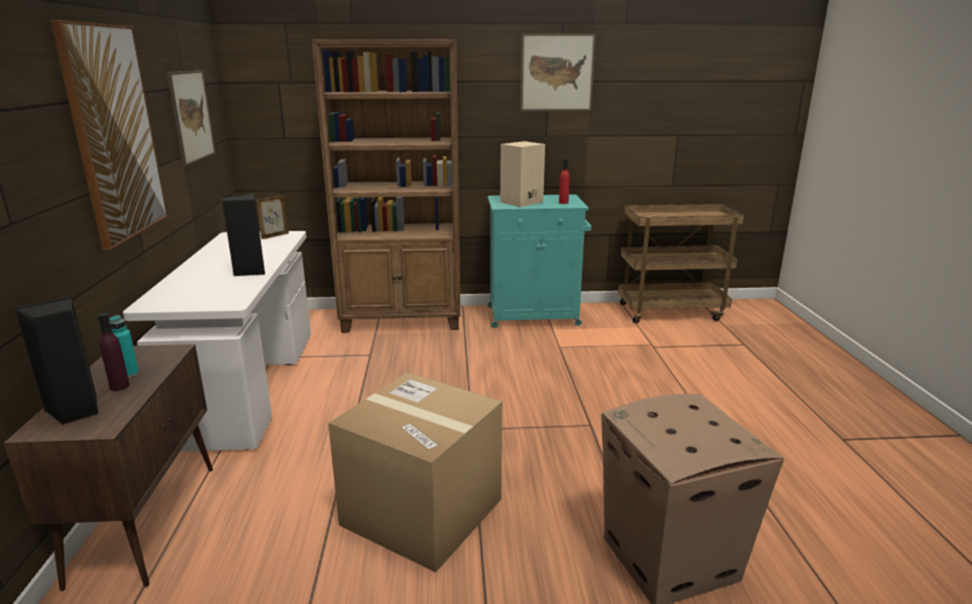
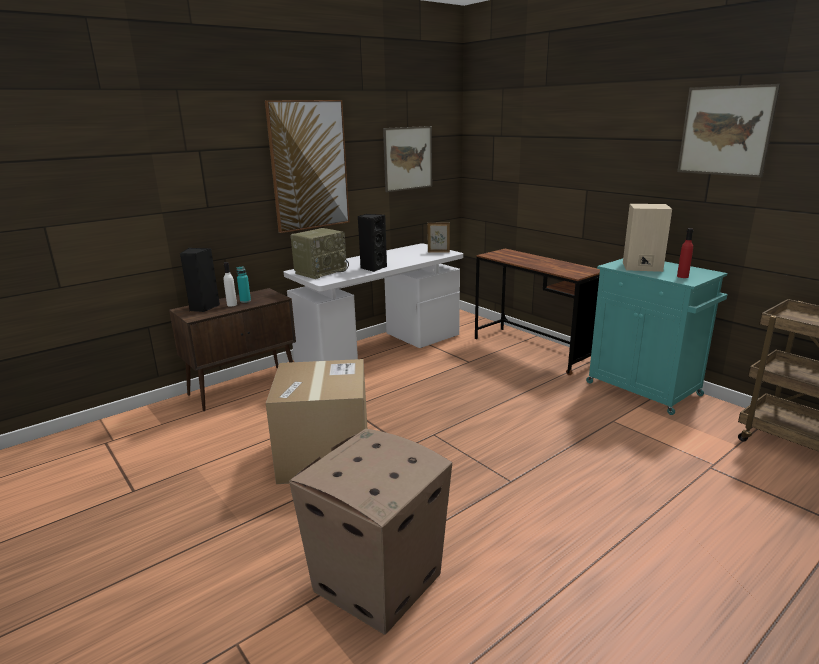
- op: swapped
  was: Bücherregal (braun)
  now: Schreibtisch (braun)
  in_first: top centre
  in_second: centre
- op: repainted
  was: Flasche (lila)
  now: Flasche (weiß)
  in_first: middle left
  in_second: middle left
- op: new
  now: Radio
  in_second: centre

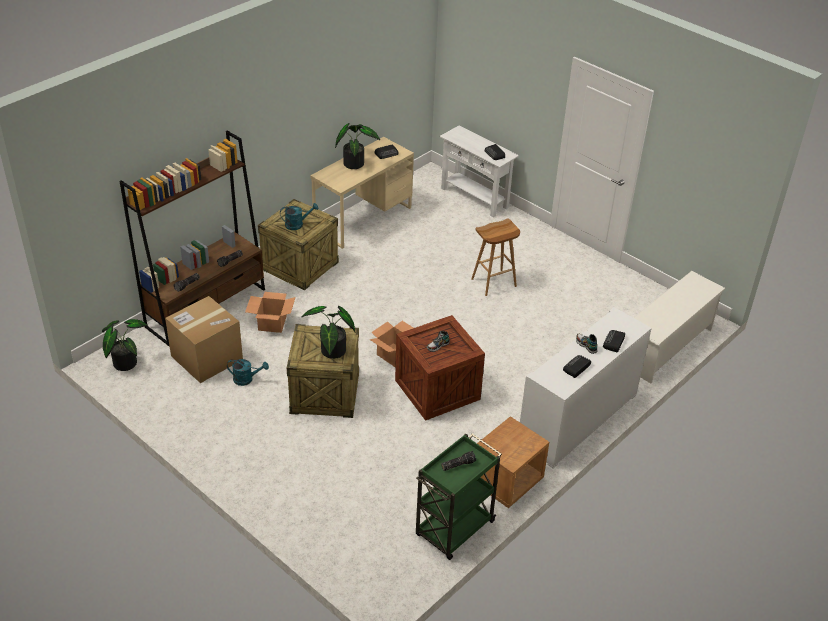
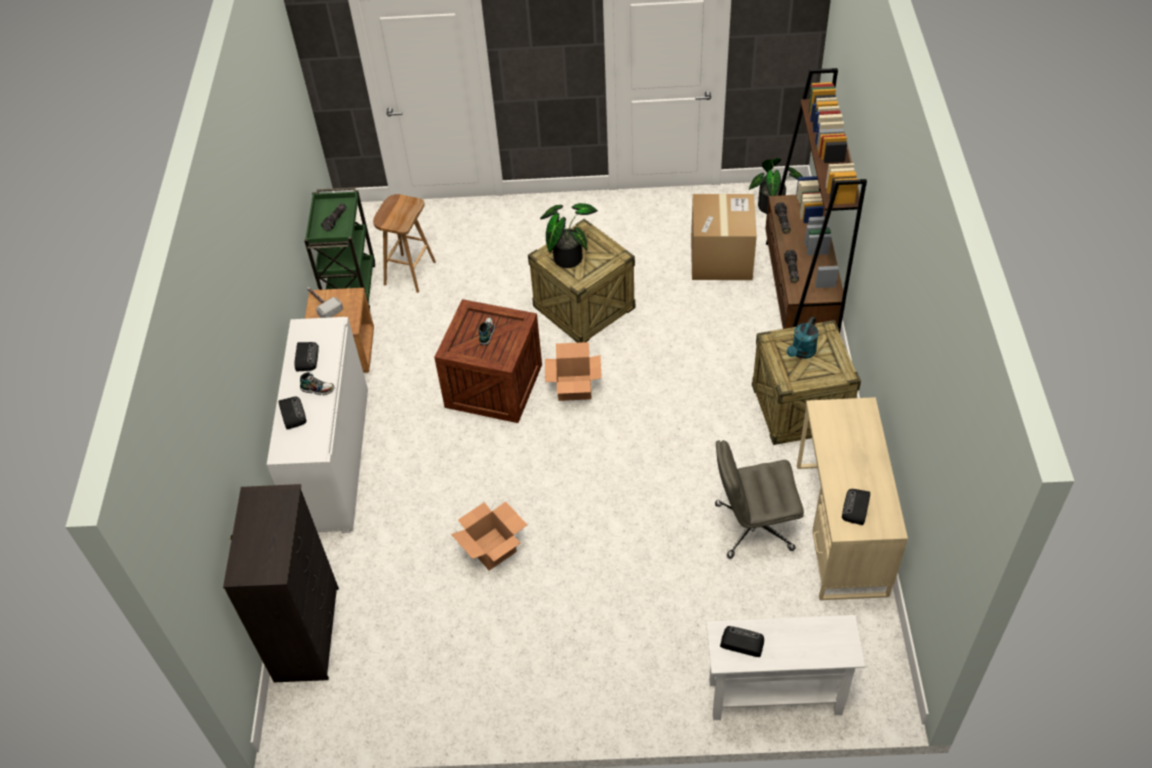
- op: gone
  was: Topfpflanze (no. 3 from left)
  in_first: top centre
- op: shifted
  was: Hocker (braun)
  in_first: centre
  in_second: top centre
- op: swapped
  was: Schuhregal (weiß)
  now: Kommode (schwarz)
  in_first: middle right
  in_second: bottom left
- op: shifted
  was: Karton (no. 2 from left in the first image)
  now: Karton (no. 1 from left)
  in_first: middle left
  in_second: bottom centre
- op: gone
  was: Gießkanne (türkis) (no. 1 from left)
  in_first: middle left
- op: new
  now: Hammer
  in_second: middle left
- op: new
  now: Bürostuhl (grau)
  in_second: centre

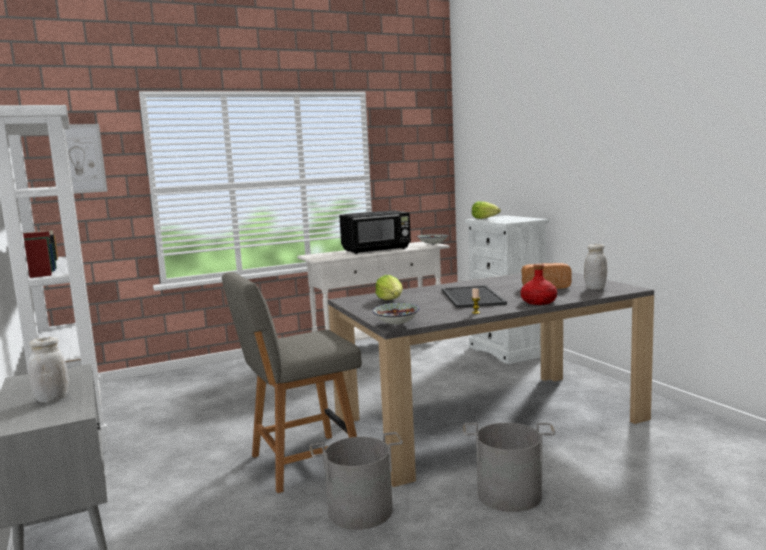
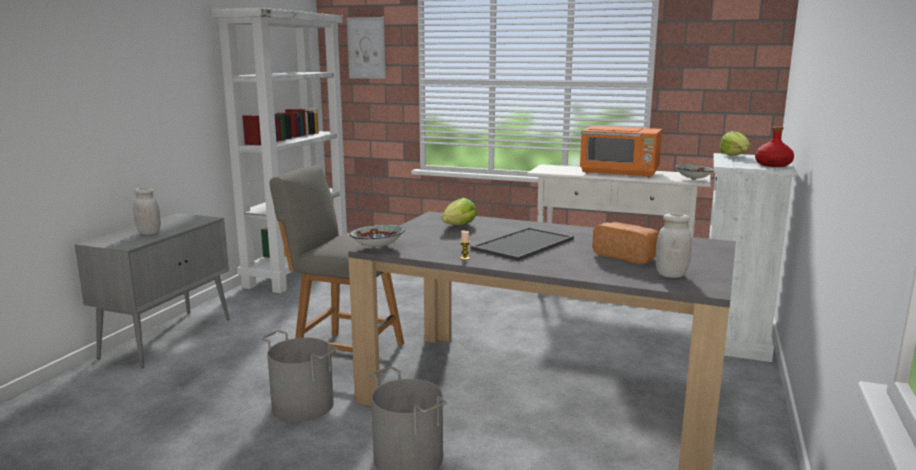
- op: repainted
  was: Mikrowelle (schwarz)
  now: Mikrowelle (orange)
  in_first: centre
  in_second: top right
- op: shifted
  was: Flasche (rot)
  in_first: middle right
  in_second: top right

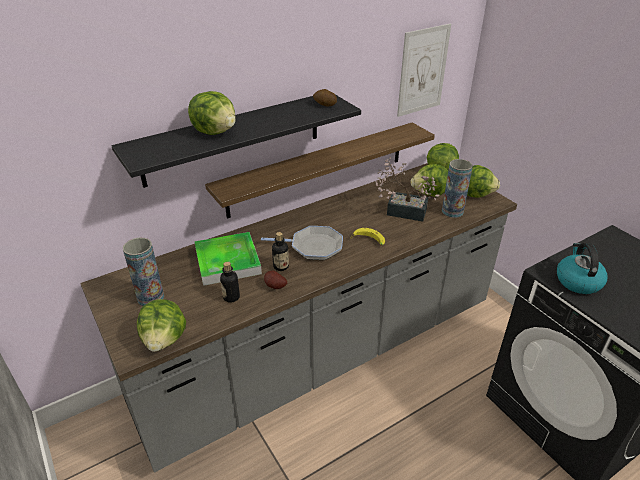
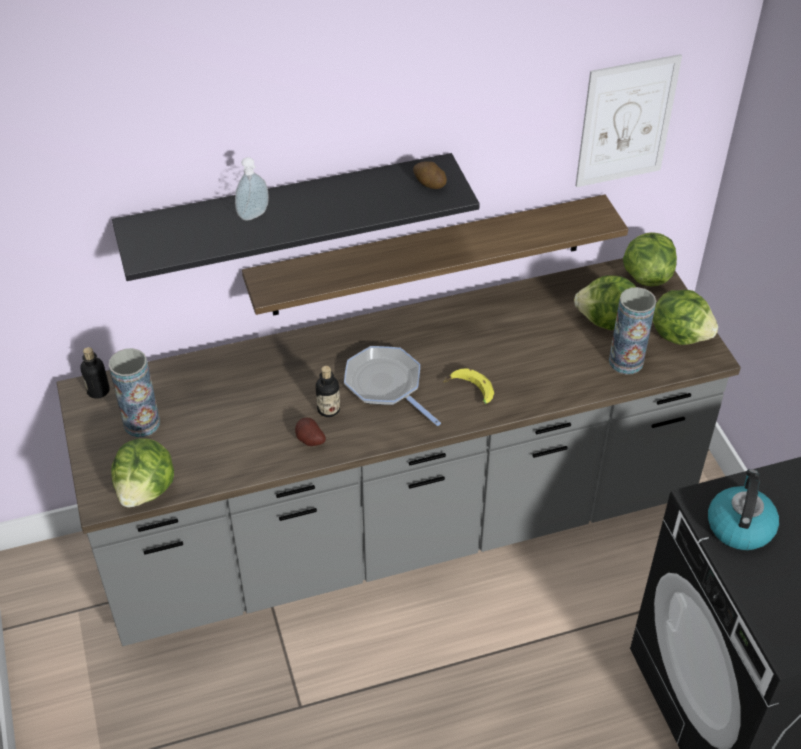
- op: swapped
  was: Salatkopf (no. 2 from left)
  now: Seifenspender
  in_first: top left
  in_second: top left
- op: gone
  was: Topfpflanze
  in_first: centre
- op: rotated
  was: Pfanne
  in_first: centre
  in_second: centre
  clockwise: -150
- op: gone
  was: Tablett
  in_first: centre
- op: shifted
  was: Flasche (no. 1 from left)
  in_first: centre
  in_second: middle left

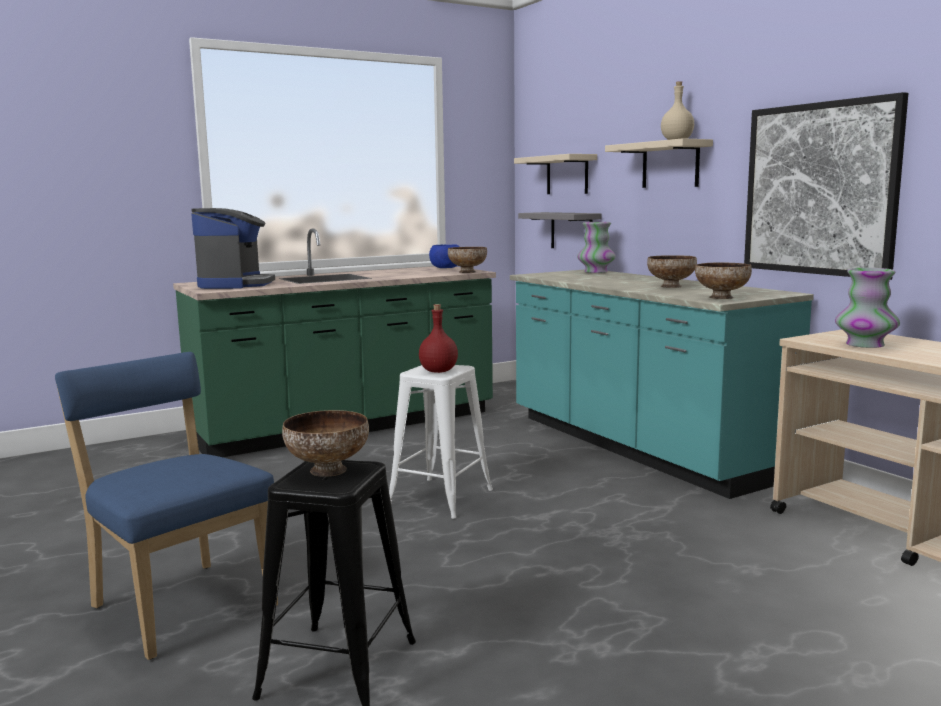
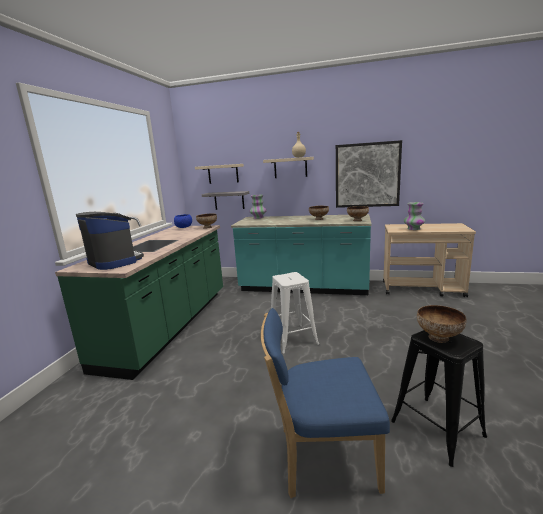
- op: gone
  was: Flasche (rot)
  in_first: centre

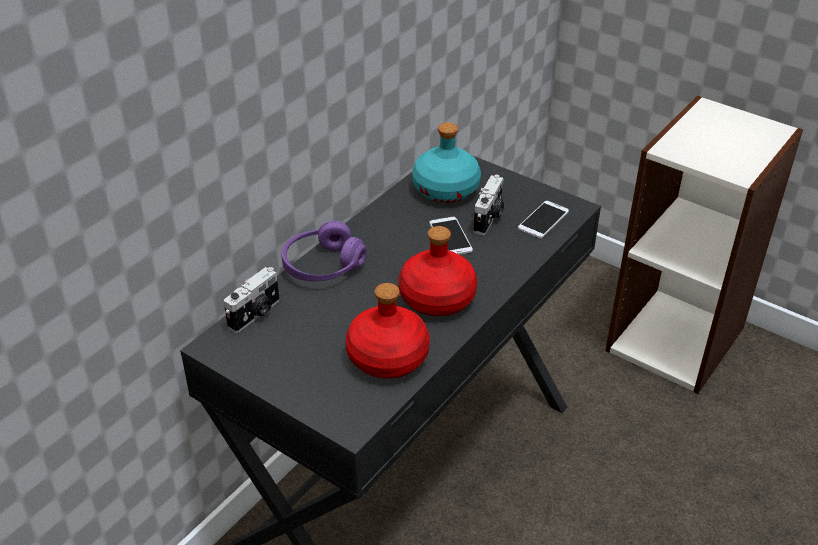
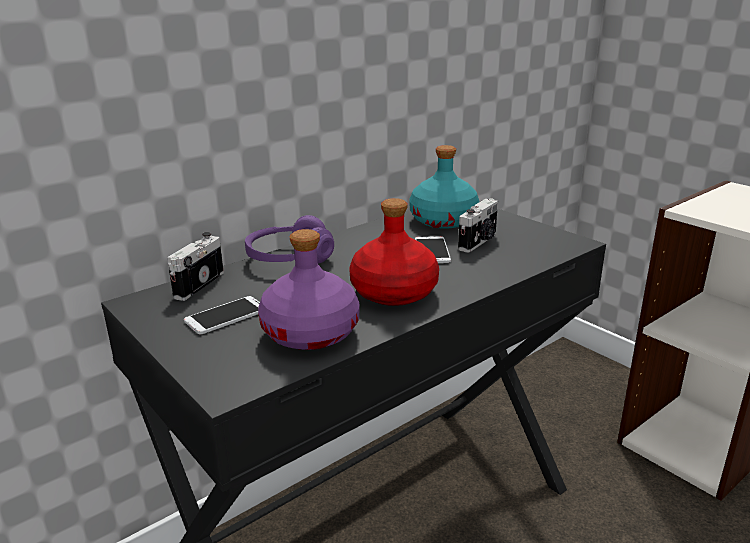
- op: shifted
  was: Handy (no. 2 from left in the first image)
  now: Handy (no. 1 from left)
  in_first: centre
  in_second: middle left
- op: rotated
  was: Kamera (no. 1 from left)
  in_first: middle left
  in_second: middle left
  clockwise: 150
- op: repainted
  was: Flasche (rot) (no. 1 from left)
  now: Flasche (lila)
  in_first: centre
  in_second: centre

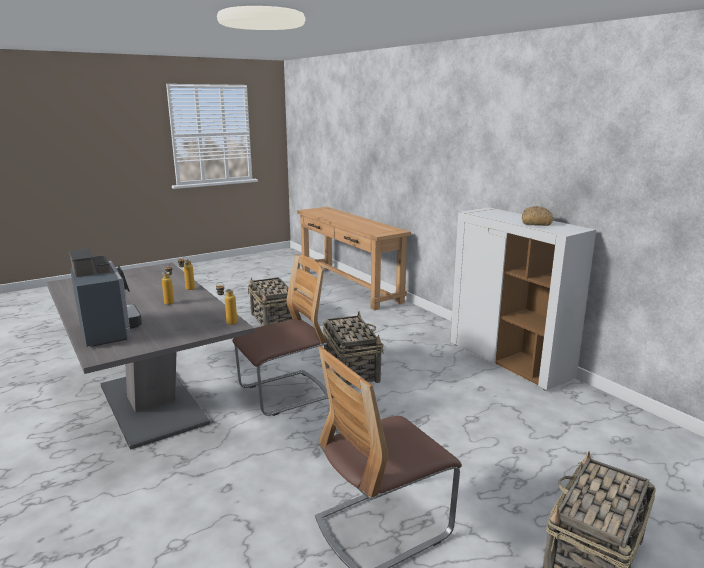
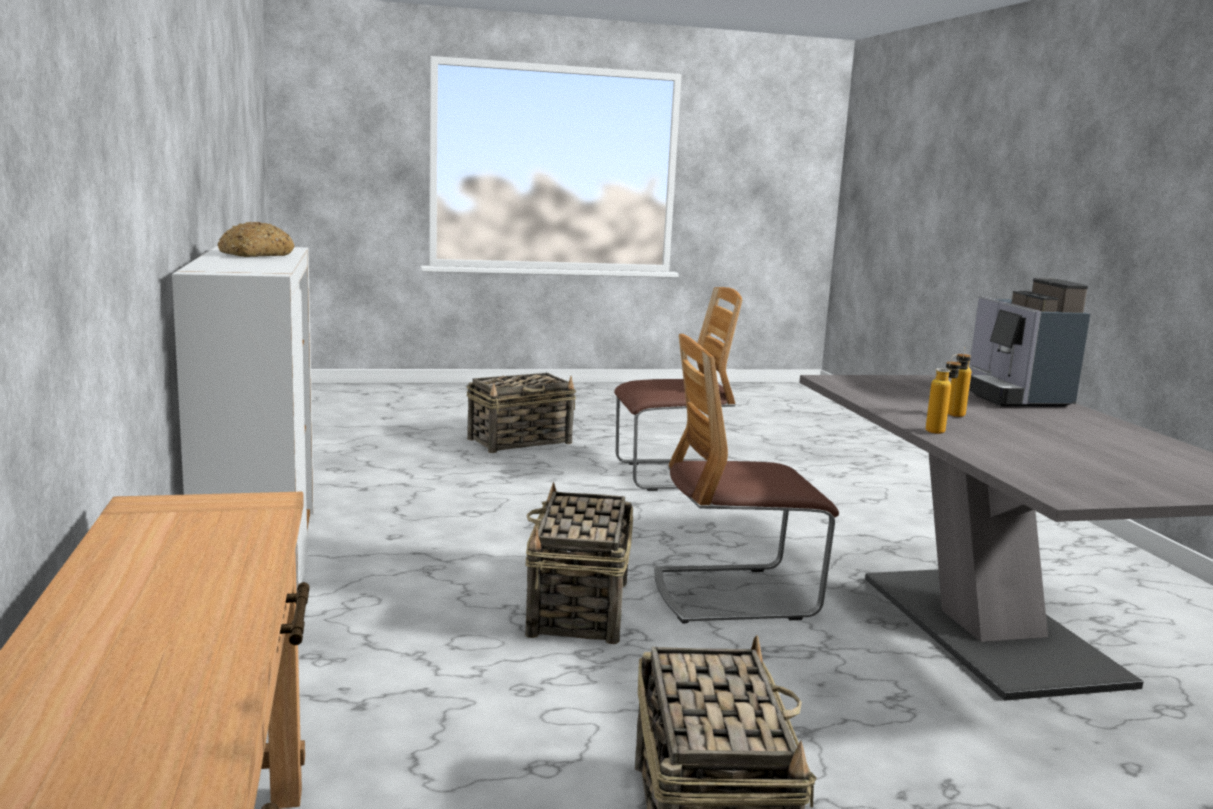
- op: gone
  was: Flasche (no. 3 from left)
  in_first: middle left

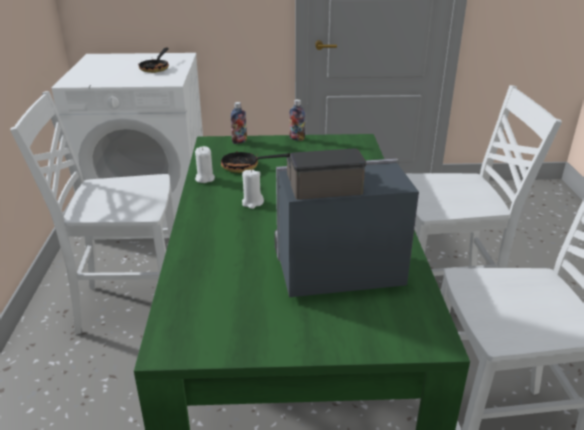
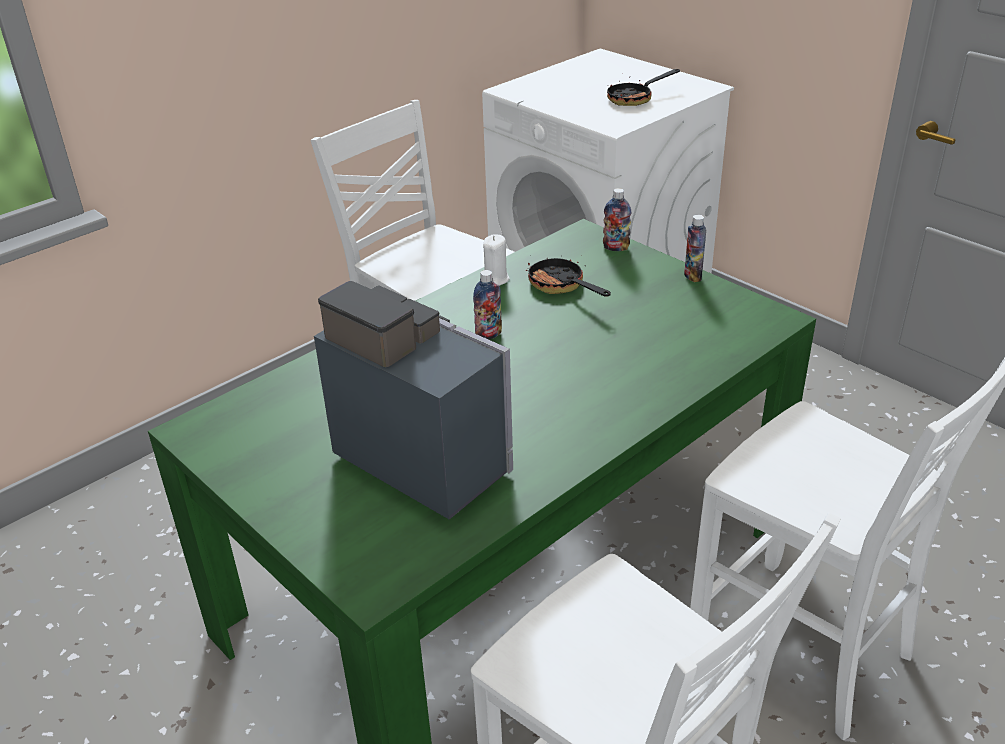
- op: swapped
  was: Kerze (weiß) (no. 2 from left)
  now: Flasche (no. 1 from left)
  in_first: centre
  in_second: centre

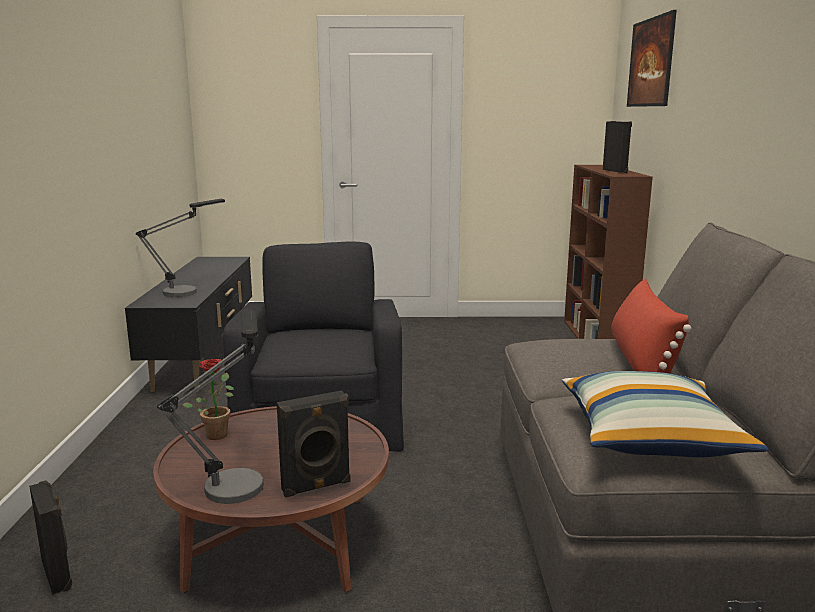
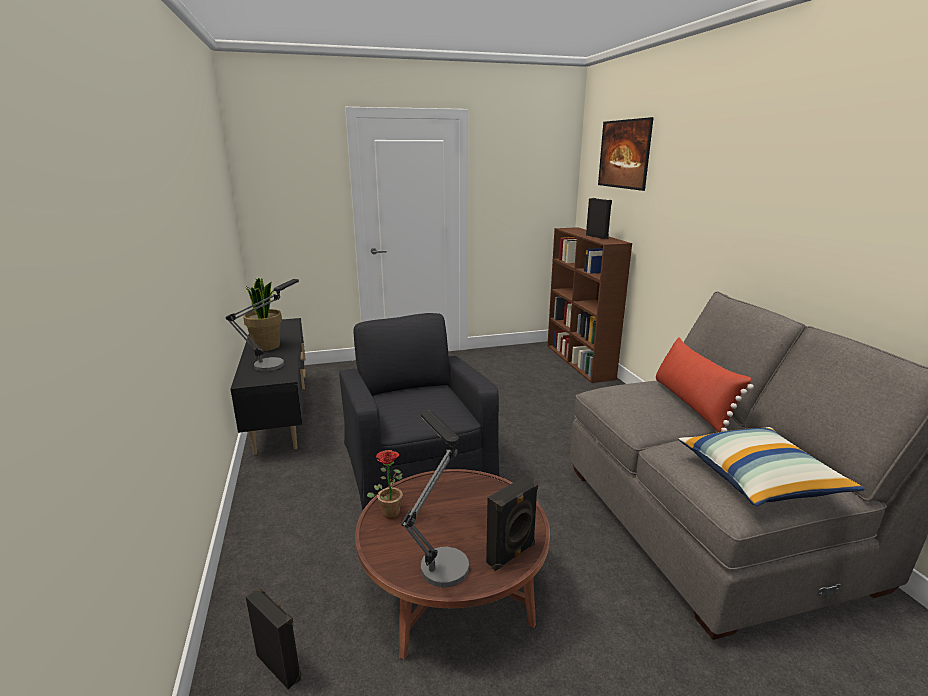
- op: new
  now: Topfpflanze (no. 1 from left)
  in_second: middle left

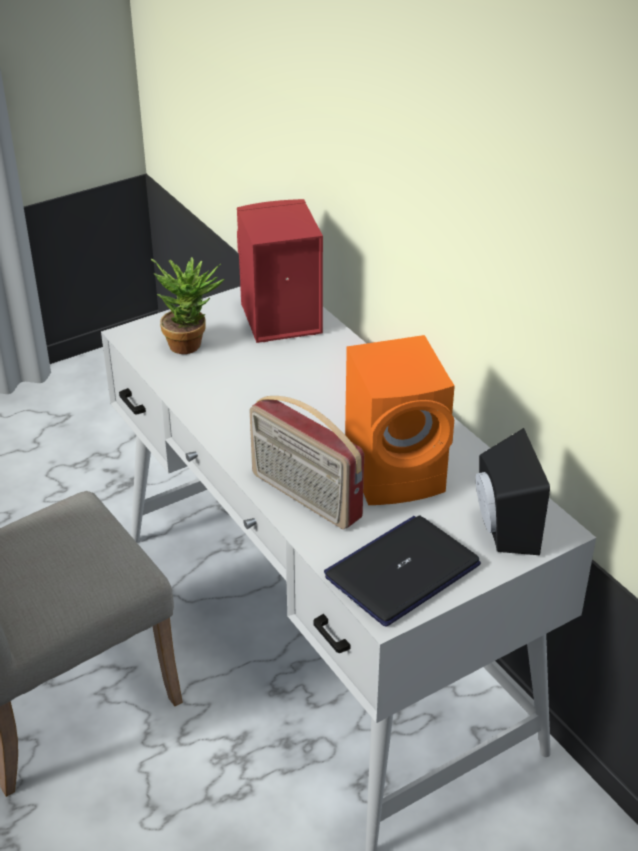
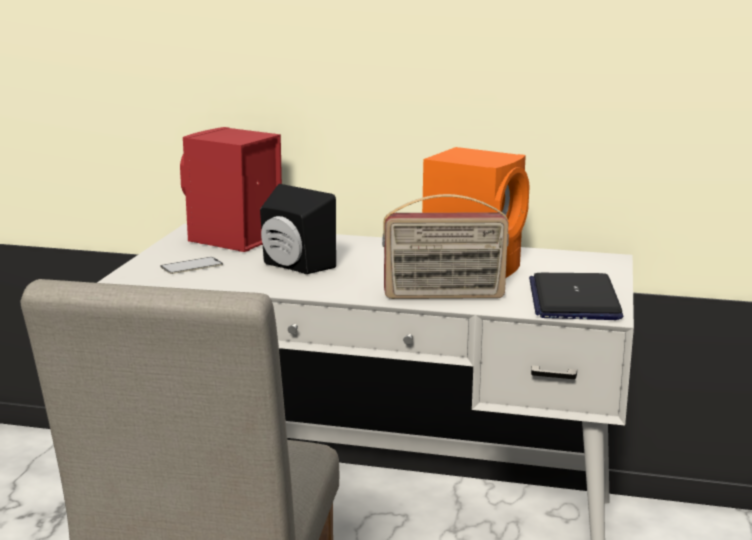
- op: swapped
  was: Topfpflanze
  now: Handy
  in_first: middle left
  in_second: middle left
- op: shifted
  was: Lautsprecher (schwarz)
  in_first: middle right
  in_second: centre

